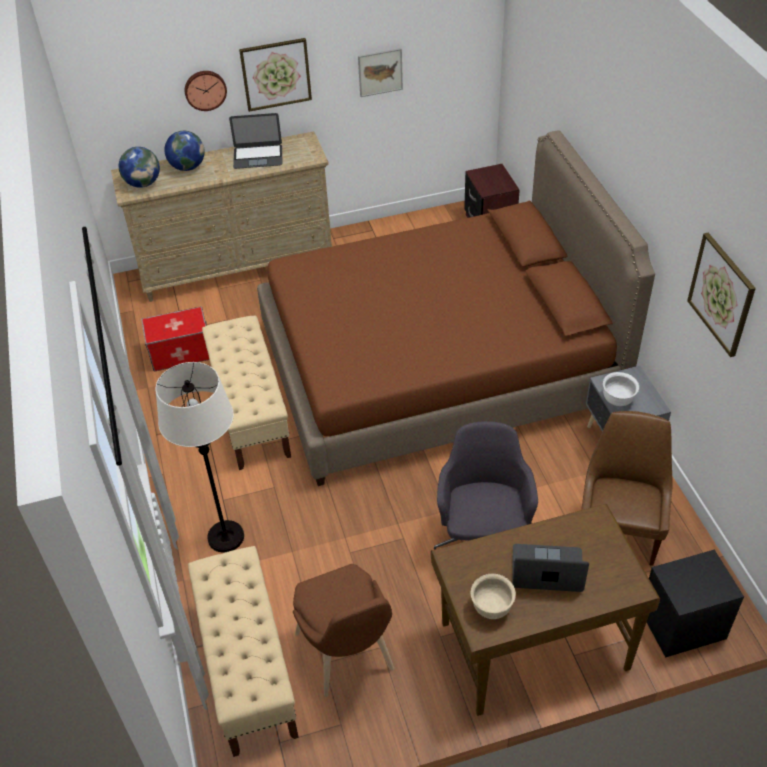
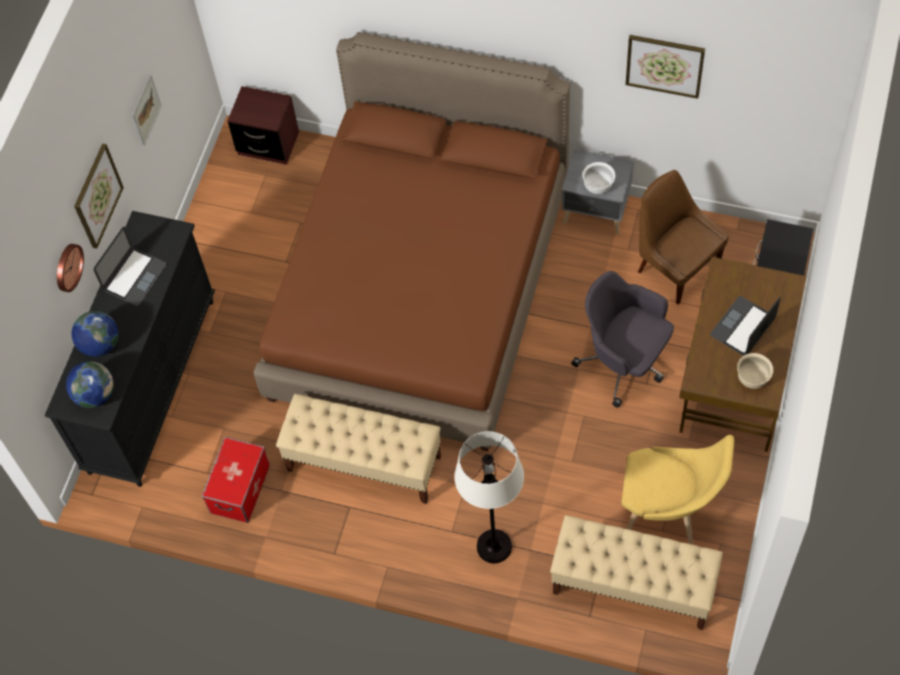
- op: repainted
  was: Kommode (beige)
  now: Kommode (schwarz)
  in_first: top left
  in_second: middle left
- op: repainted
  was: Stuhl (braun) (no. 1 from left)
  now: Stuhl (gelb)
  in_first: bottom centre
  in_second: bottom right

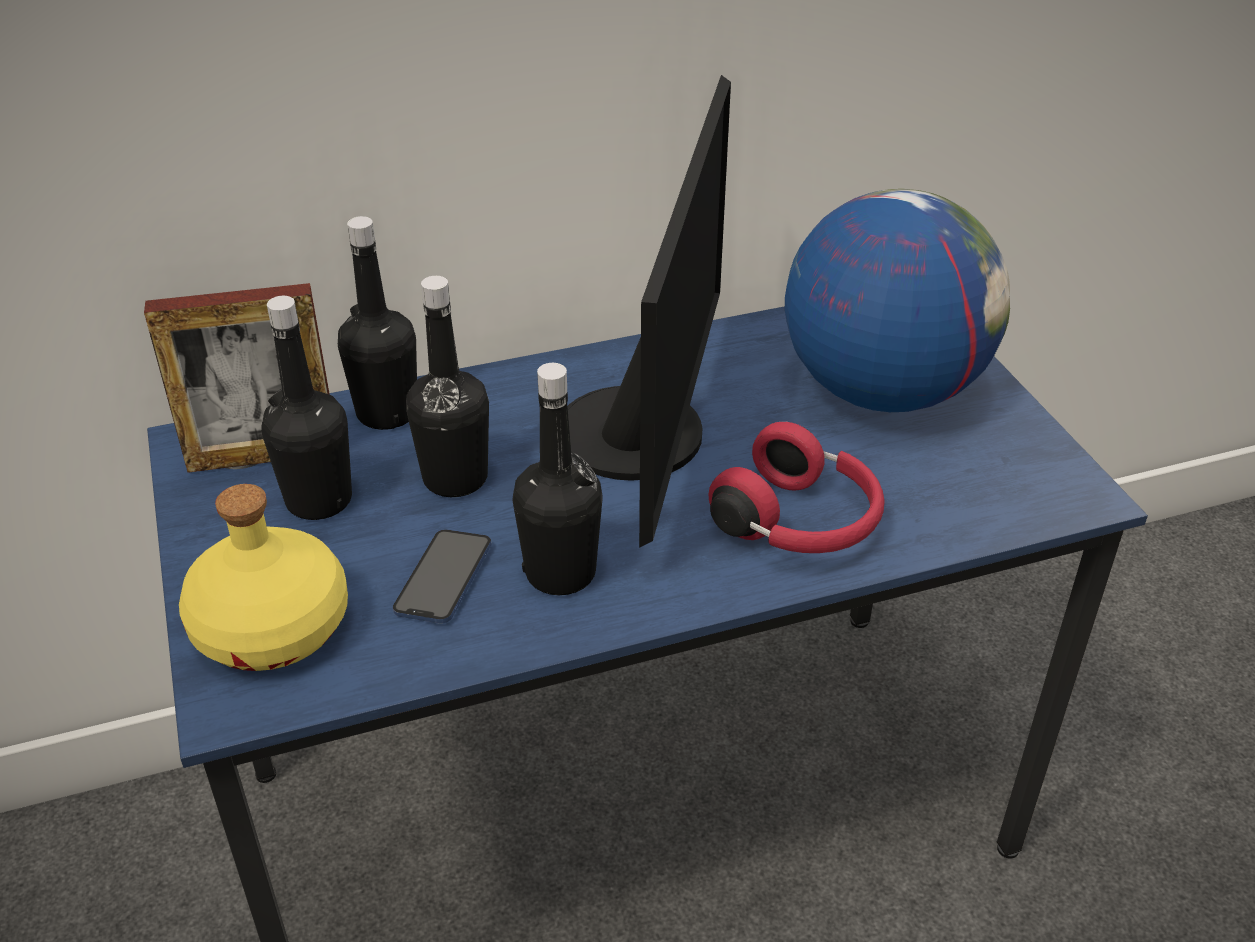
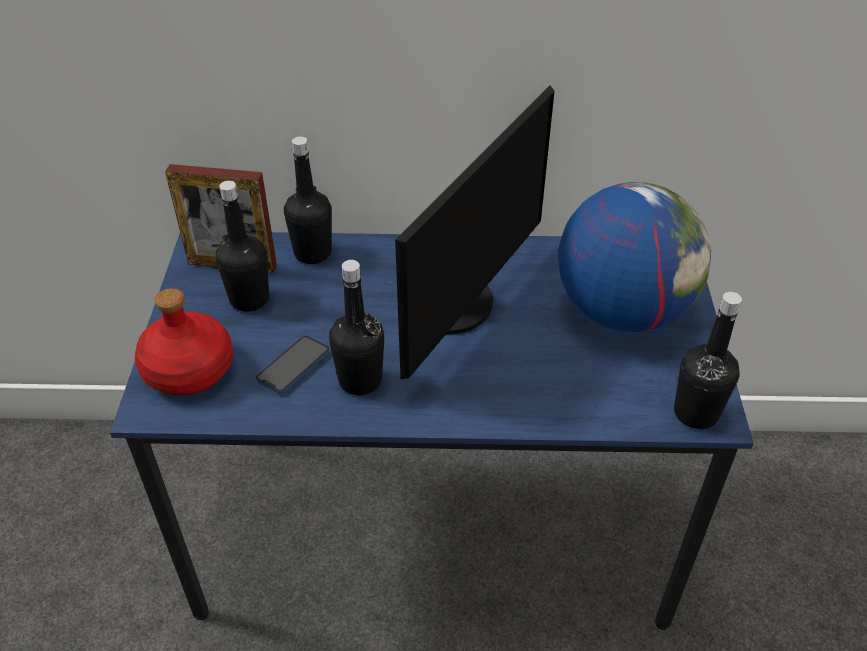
- op: shifted
  was: Flasche (schwarz) (no. 3 from left in the first image)
  now: Flasche (schwarz) (no. 4 from left)
  in_first: centre
  in_second: middle right
- op: gone
  was: Kopfhörer (rot)
  in_first: centre
- op: repainted
  was: Flasche (gelb)
  now: Flasche (rot)
  in_first: middle left
  in_second: middle left

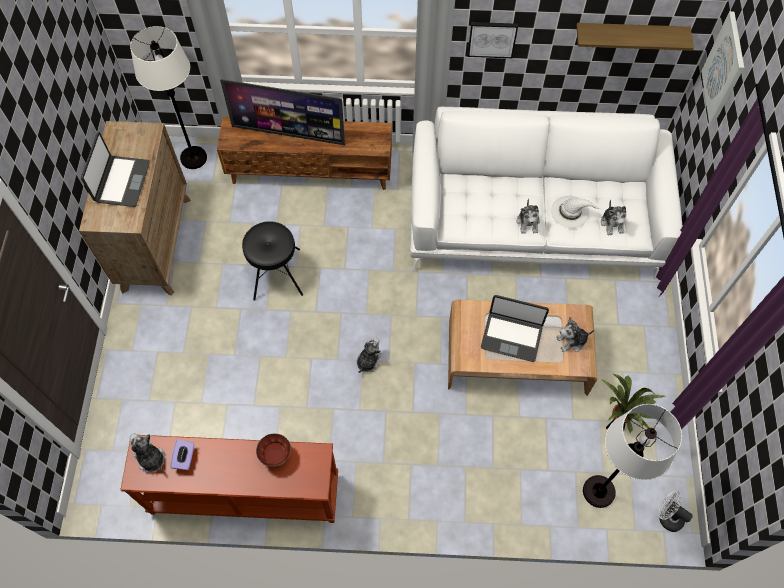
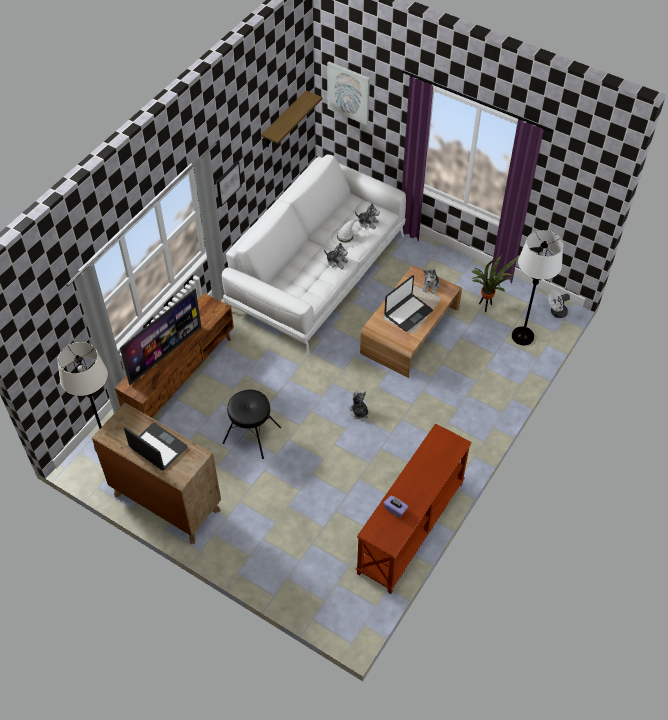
- op: gone
  was: Plüschtier (no. 1 from left)
  in_first: bottom left
- op: gone
  was: Schüssel
  in_first: bottom centre

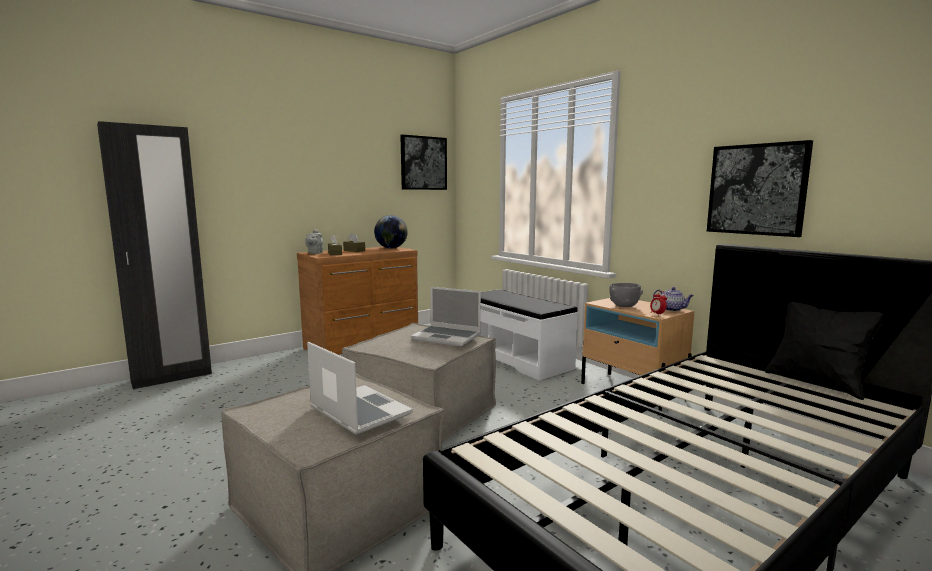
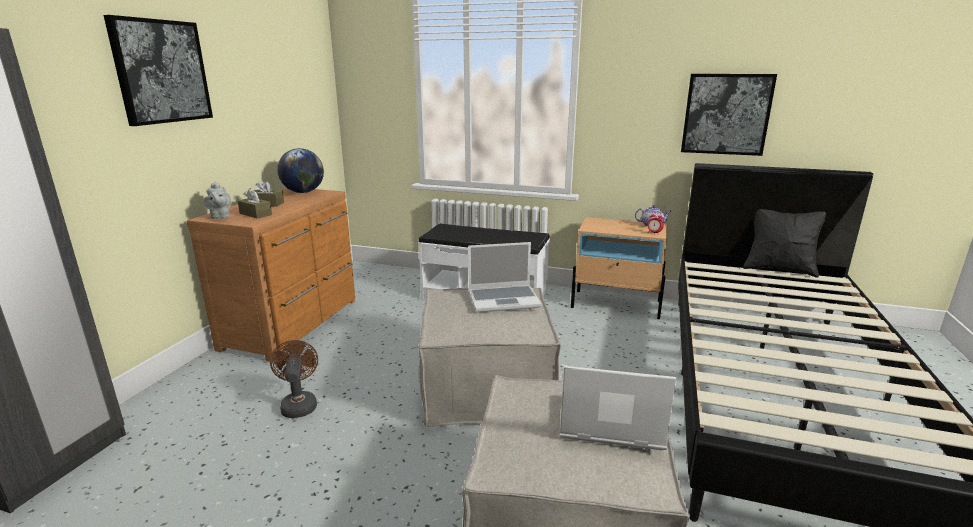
- op: shifted
  was: Bild (no. 1 from left)
  in_first: top centre
  in_second: top left
- op: gone
  was: Schüssel (grau)
  in_first: middle right
- op: new
  now: Ventilator (braun)
  in_second: bottom left

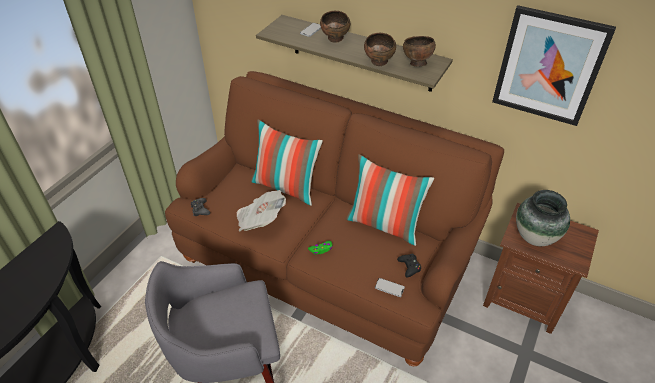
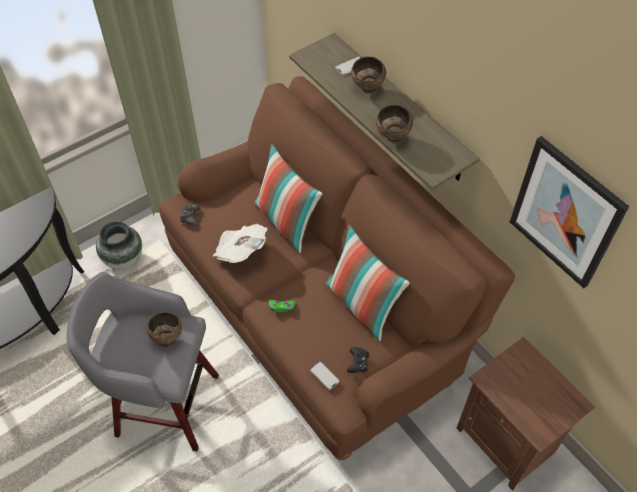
- op: shifted
  was: Schüssel (braun) (no. 3 from left in the first image)
  now: Schüssel (braun) (no. 1 from left)
  in_first: top centre
  in_second: bottom left
- op: shifted
  was: Vase
  in_first: middle right
  in_second: middle left

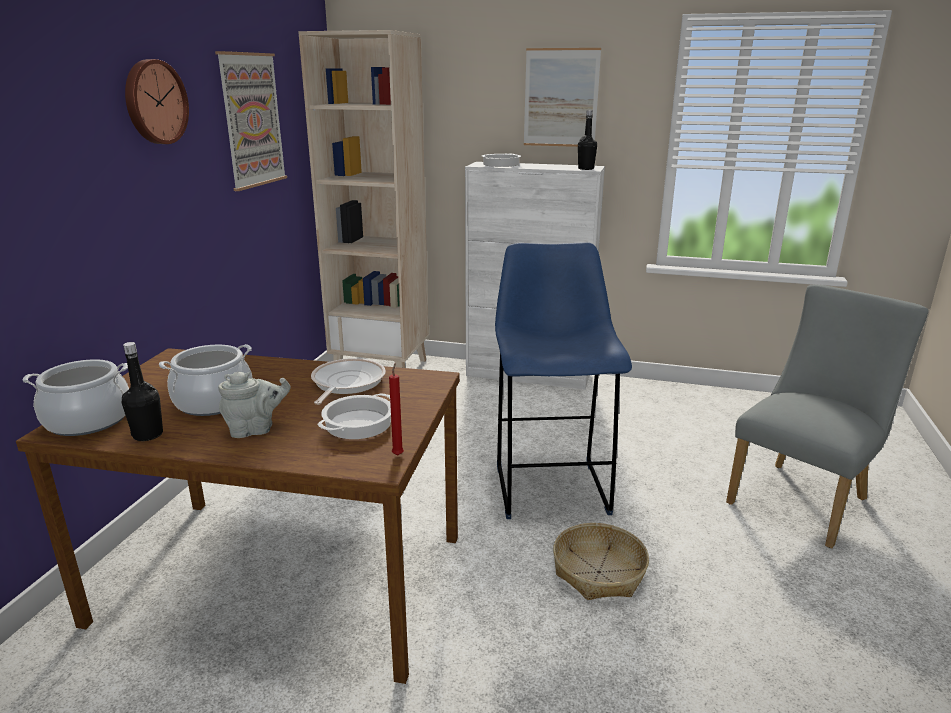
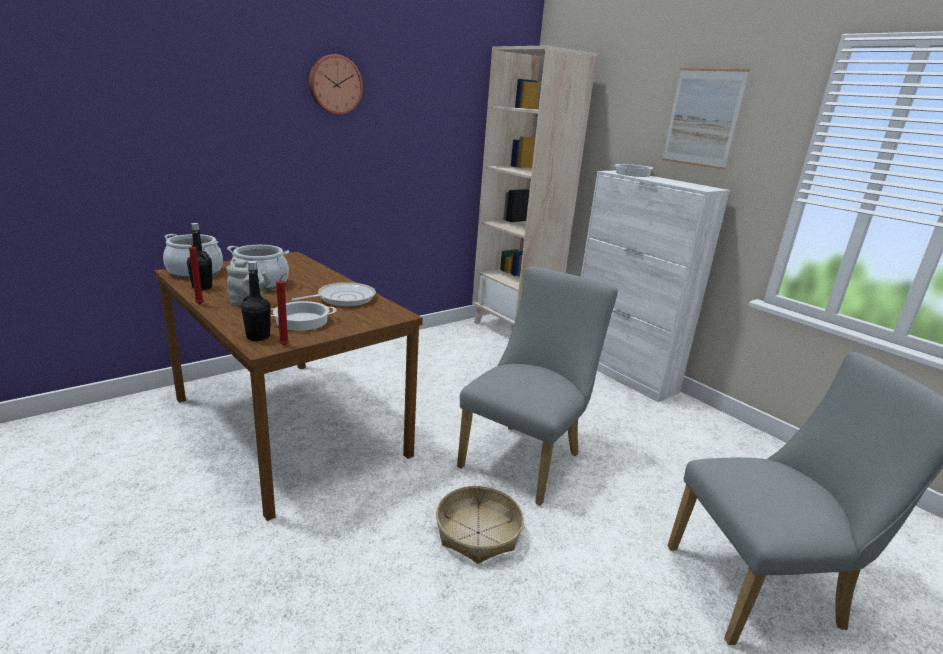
- op: gone
  was: Bild (no. 1 from left)
  in_first: top left
- op: shifted
  was: Flasche (schwarz) (no. 2 from left)
  in_first: top centre
  in_second: middle left
- op: swapped
  was: Hocker (blau)
  now: Stuhl (grau) (no. 1 from left)
  in_first: centre
  in_second: centre
- op: new
  now: Kerze (rot) (no. 1 from left)
  in_second: middle left

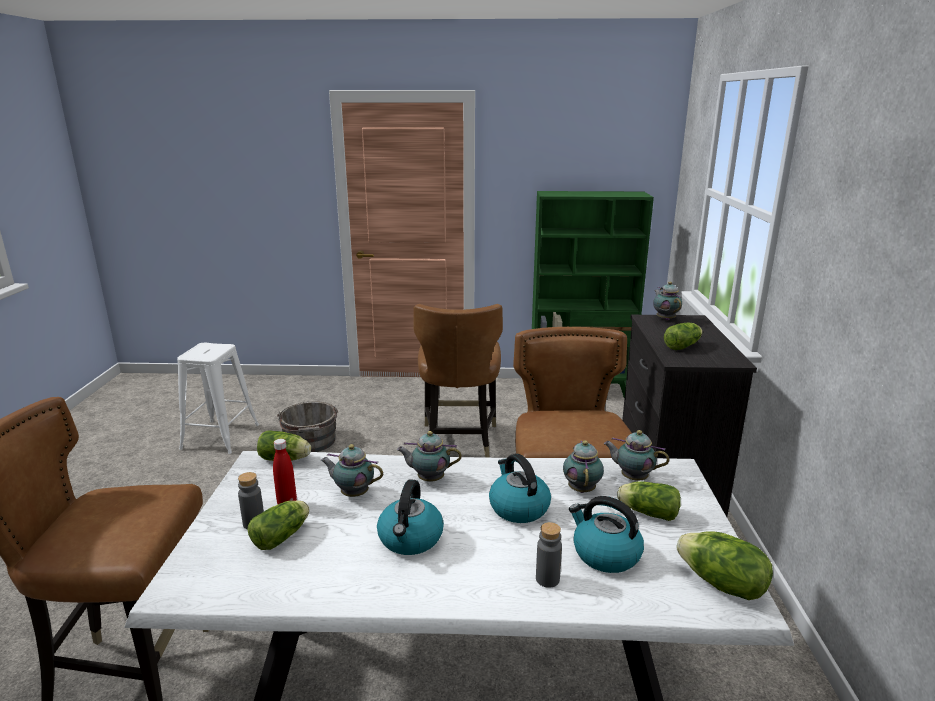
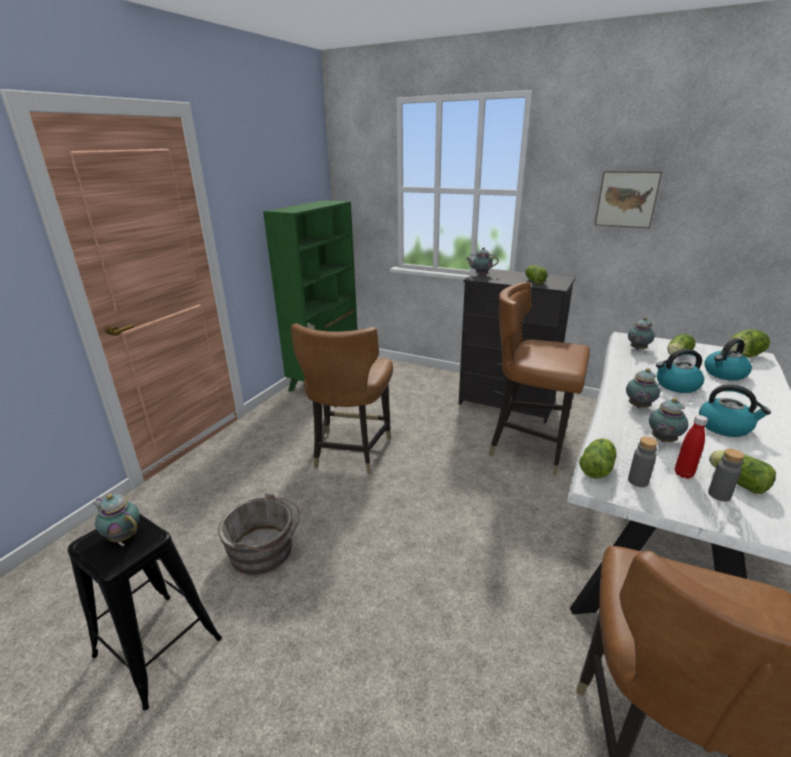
- op: rotated
  was: Stuhl (braun) (no. 2 from left in the first image)
  in_first: centre
  in_second: centre
  clockwise: 75
- op: repainted
  was: Hocker (weiß)
  now: Hocker (schwarz)
  in_first: middle left
  in_second: bottom left
- op: shifted
  was: Teekanne (no. 3 from left in the first image)
  now: Teekanne (no. 1 from left)
  in_first: centre
  in_second: bottom left
- op: shifted
  was: Flasche (grau) (no. 2 from left in the first image)
  now: Flasche (grau) (no. 1 from left)
  in_first: bottom centre
  in_second: middle right
- op: new
  now: Bild
  in_second: top right

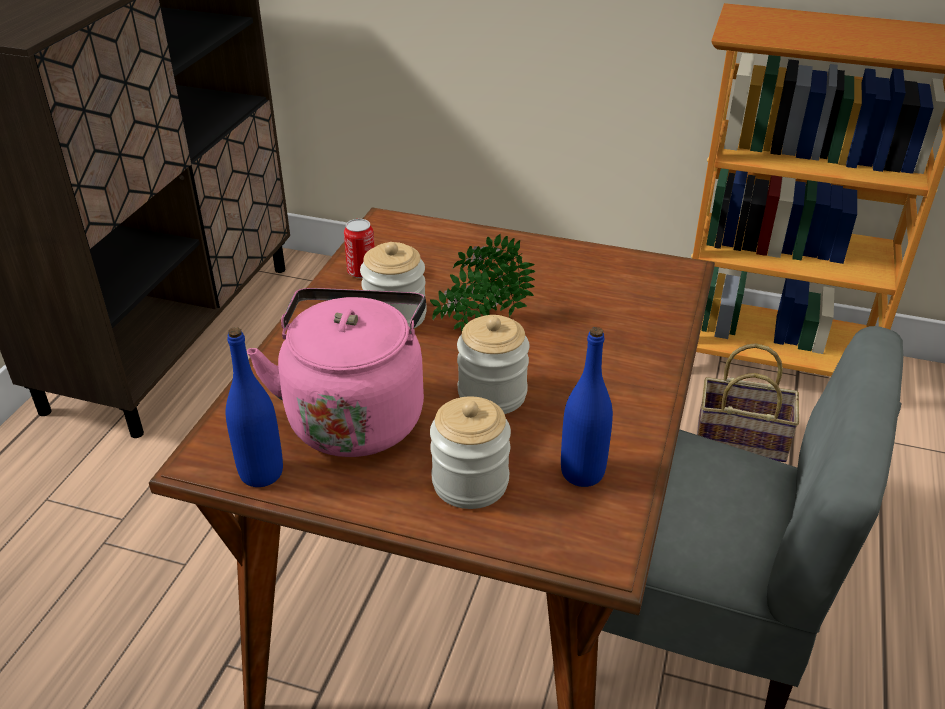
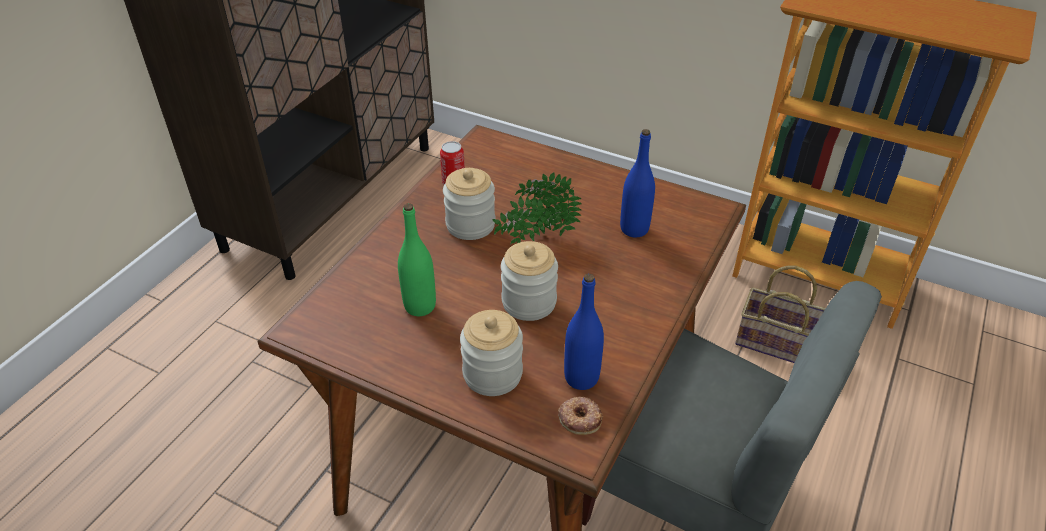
- op: swapped
  was: Wasserkessel (rosa)
  now: Flasche (grün)
  in_first: centre
  in_second: centre
- op: shifted
  was: Flasche (blau) (no. 1 from left in the first image)
  now: Flasche (blau) (no. 2 from left)
  in_first: middle left
  in_second: centre
- op: new
  now: Donut
  in_second: bottom centre

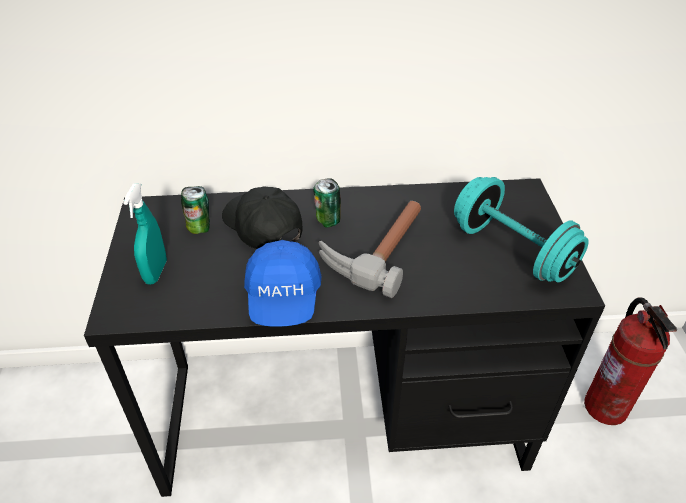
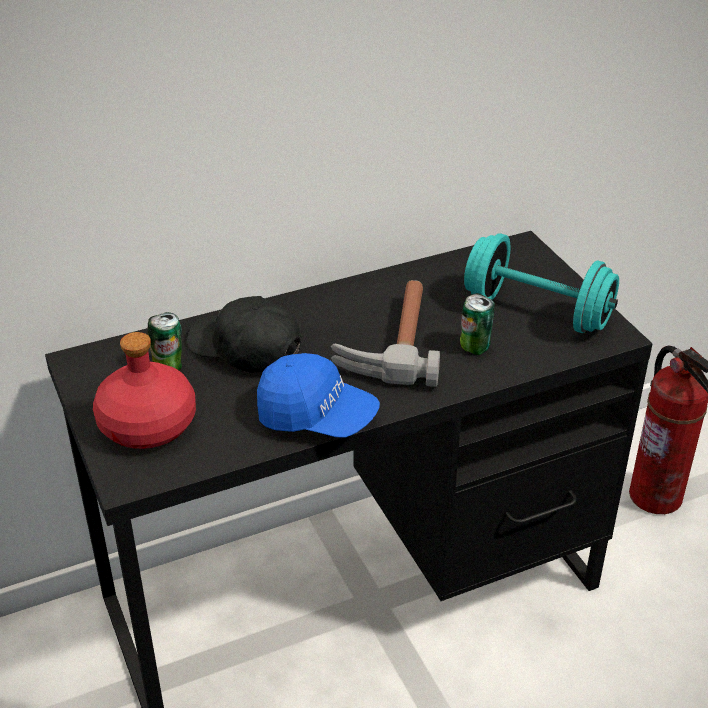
- op: shifted
  was: Dose (no. 2 from left)
  in_first: centre
  in_second: middle right
- op: swapped
  was: Sprühflasche (türkis)
  now: Flasche (rot)
  in_first: middle left
  in_second: middle left
- op: rotated
  was: Kappe (blau)
  in_first: centre
  in_second: centre
  clockwise: -45

